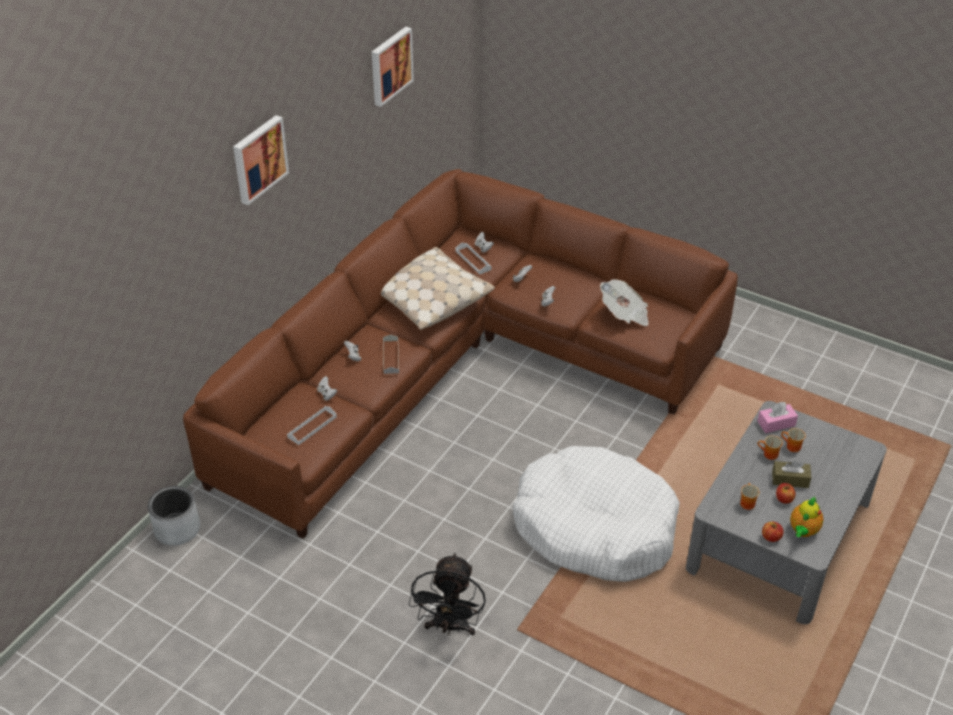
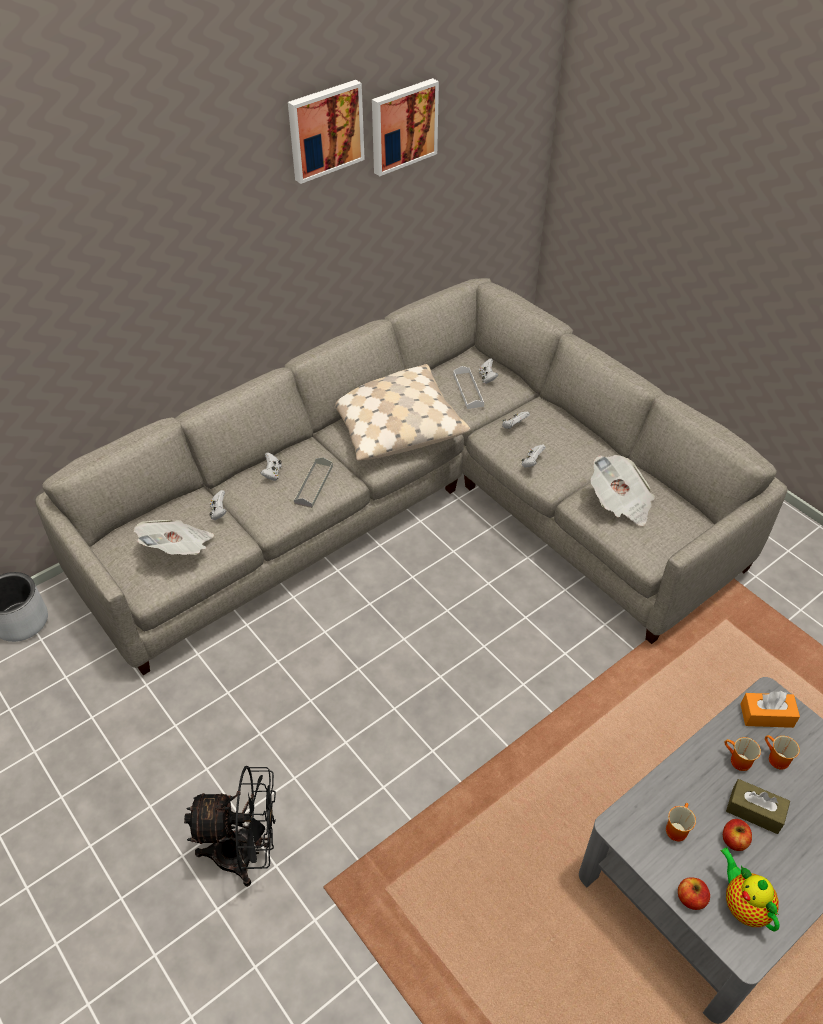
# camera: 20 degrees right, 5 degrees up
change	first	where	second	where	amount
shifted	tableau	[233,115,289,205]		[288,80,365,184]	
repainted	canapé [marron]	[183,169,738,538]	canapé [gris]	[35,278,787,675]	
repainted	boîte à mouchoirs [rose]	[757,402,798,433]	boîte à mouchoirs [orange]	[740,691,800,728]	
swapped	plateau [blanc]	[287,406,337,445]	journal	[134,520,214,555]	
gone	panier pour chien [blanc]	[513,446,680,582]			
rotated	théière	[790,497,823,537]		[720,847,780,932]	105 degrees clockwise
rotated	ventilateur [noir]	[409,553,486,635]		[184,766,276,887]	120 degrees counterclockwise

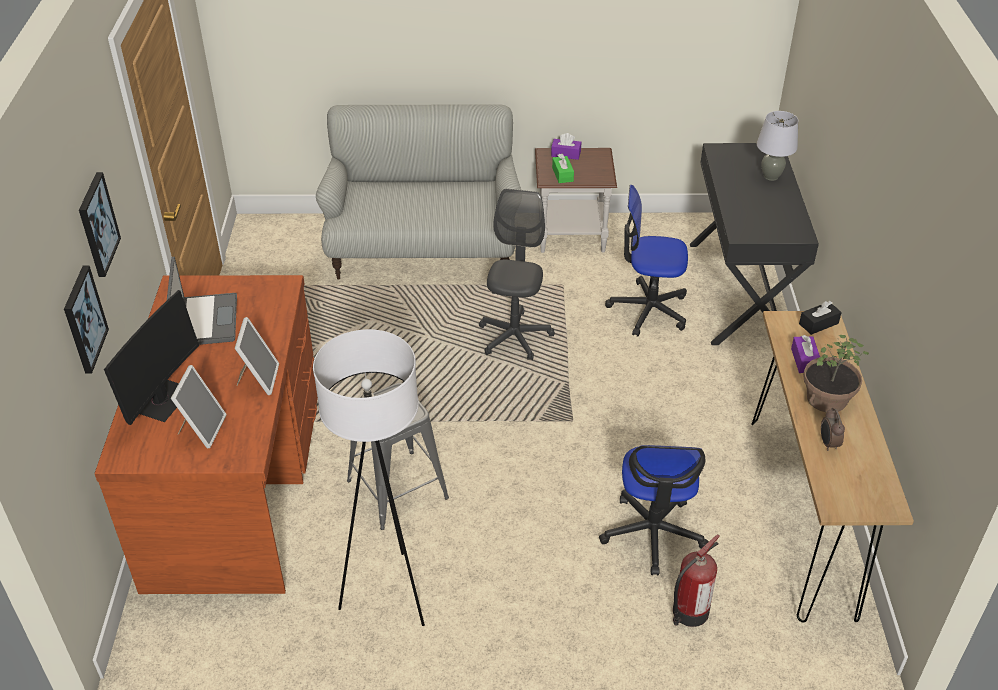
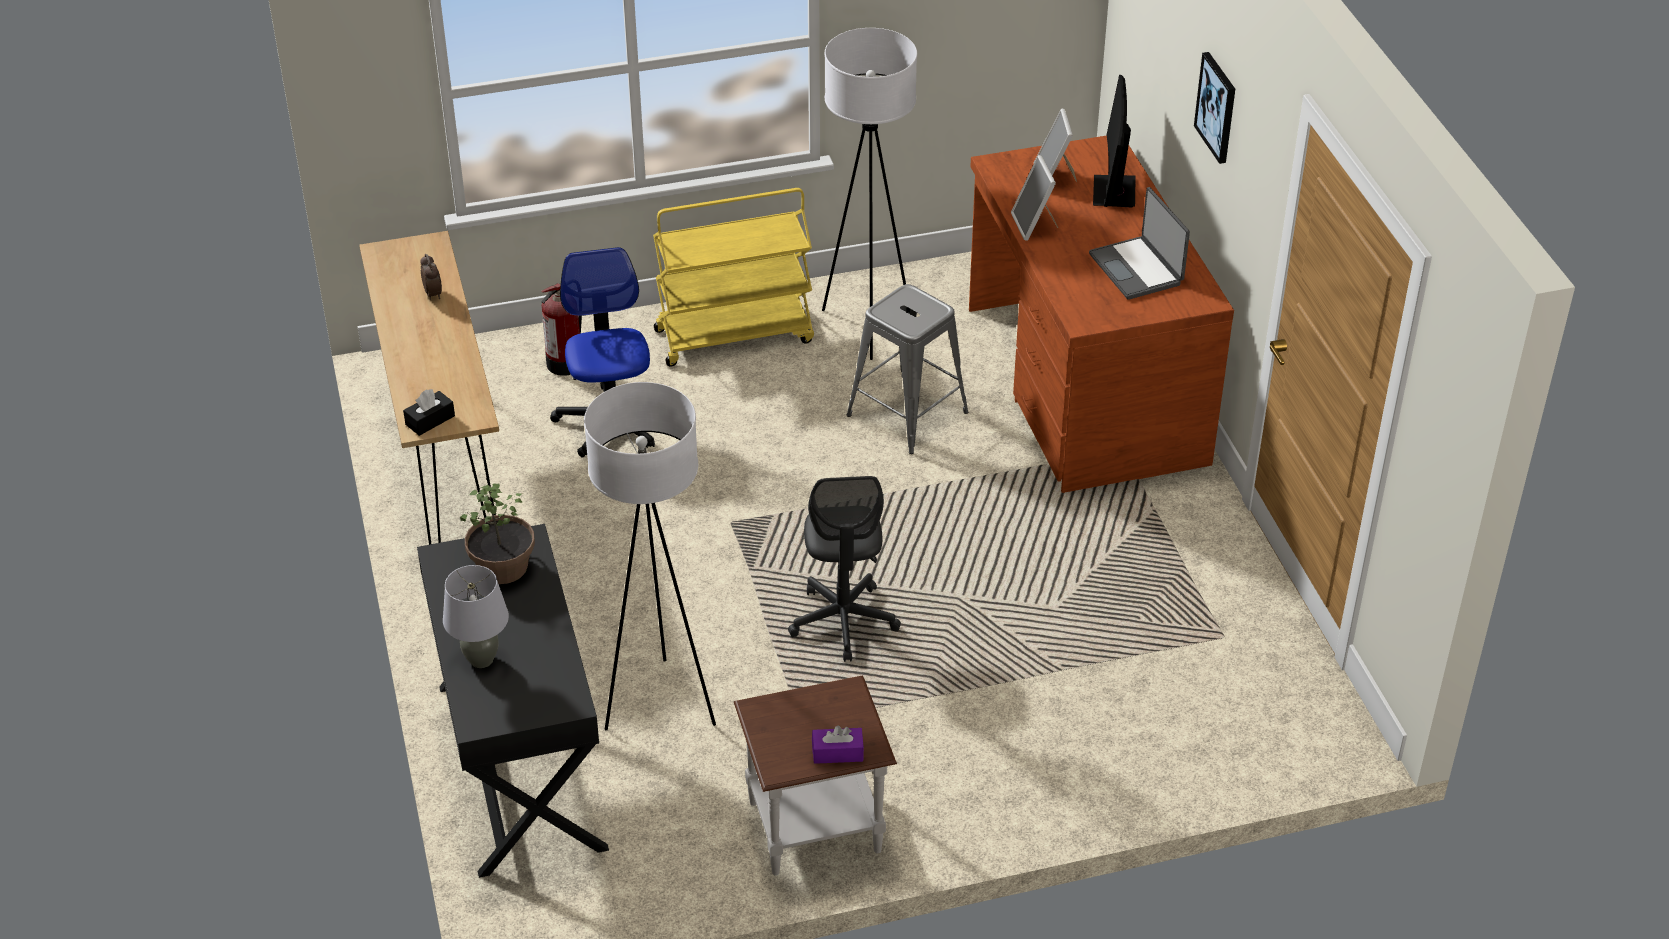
# camera: 165 degrees right, 0 degrees up
change	first	where	second	where	amount
gone	canapé	[316,105,521,280]			
gone	boîte à mouchoirs [vert]	[552,154,574,183]			
swapped	chaise de bureau	[605,185,688,337]	lampadaire [blanc]	[584,382,716,730]	
gone	tableau	[64,266,109,373]			
gone	boîte à mouchoirs [violet]	[791,335,820,373]			
shifted	plante en pot	[803,335,869,412]		[460,483,535,584]	
new			chariot [jaune]	[653,188,814,367]	

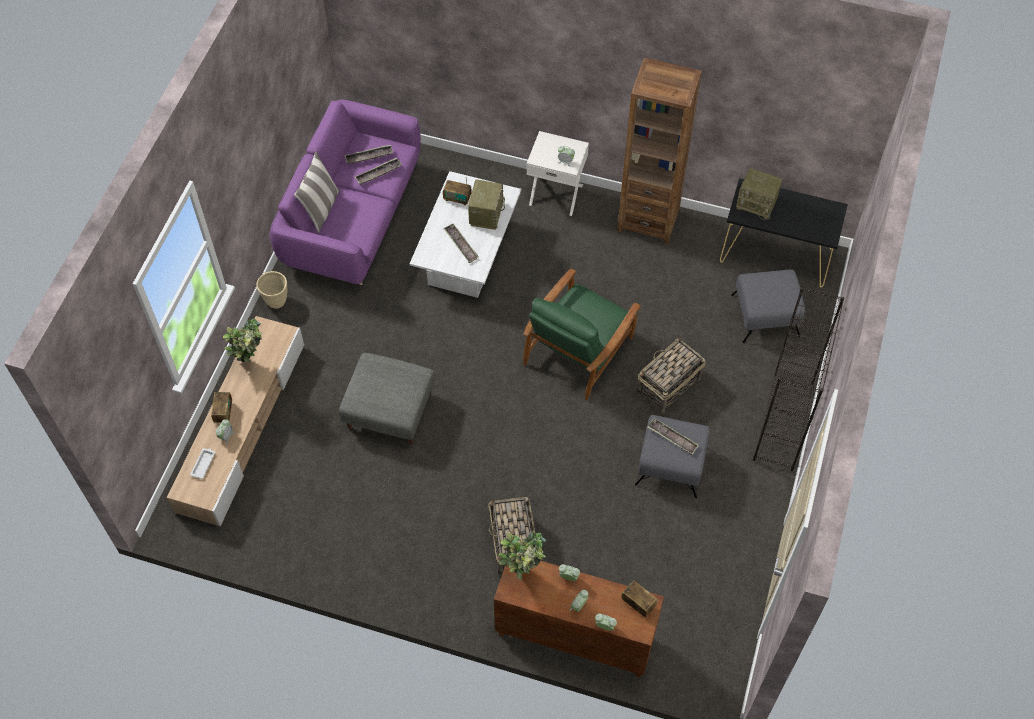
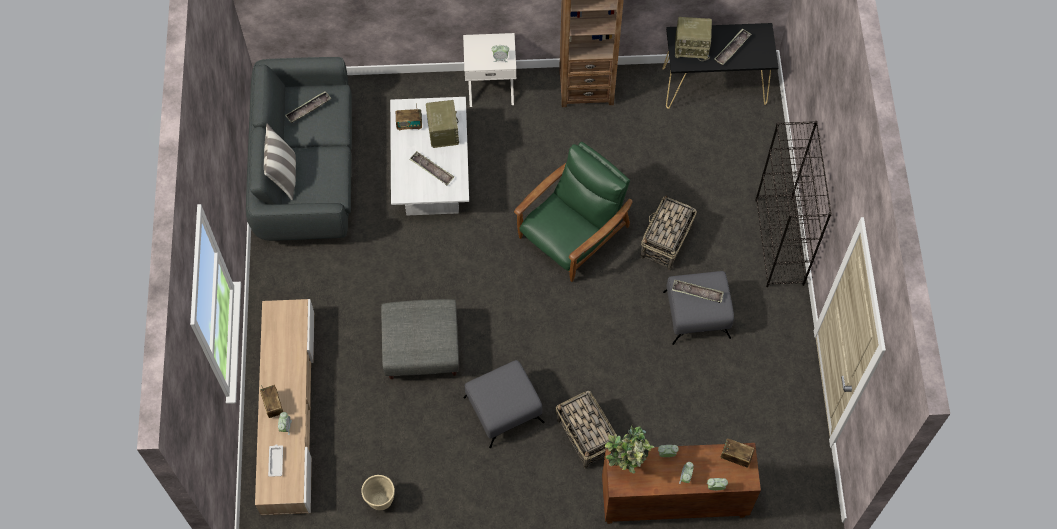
# camera: 20 degrees left, 5 degrees up
change	first	where	second	where	amount
repainted	canapé [violet]	[270,100,421,285]	canapé [gris]	[246,57,352,241]	
shifted	plateau	[355,158,402,185]		[715,29,752,65]	
rotated	fauteuil [vert]	[523,269,641,401]		[514,142,633,282]	150 degrees counterclockwise
shifted	pouf [gris]	[732,269,805,343]		[464,360,544,448]	
shifted	cache-pot [beige]	[257,271,287,309]		[361,475,395,510]	
gone	plante en pot	[223,318,263,362]			

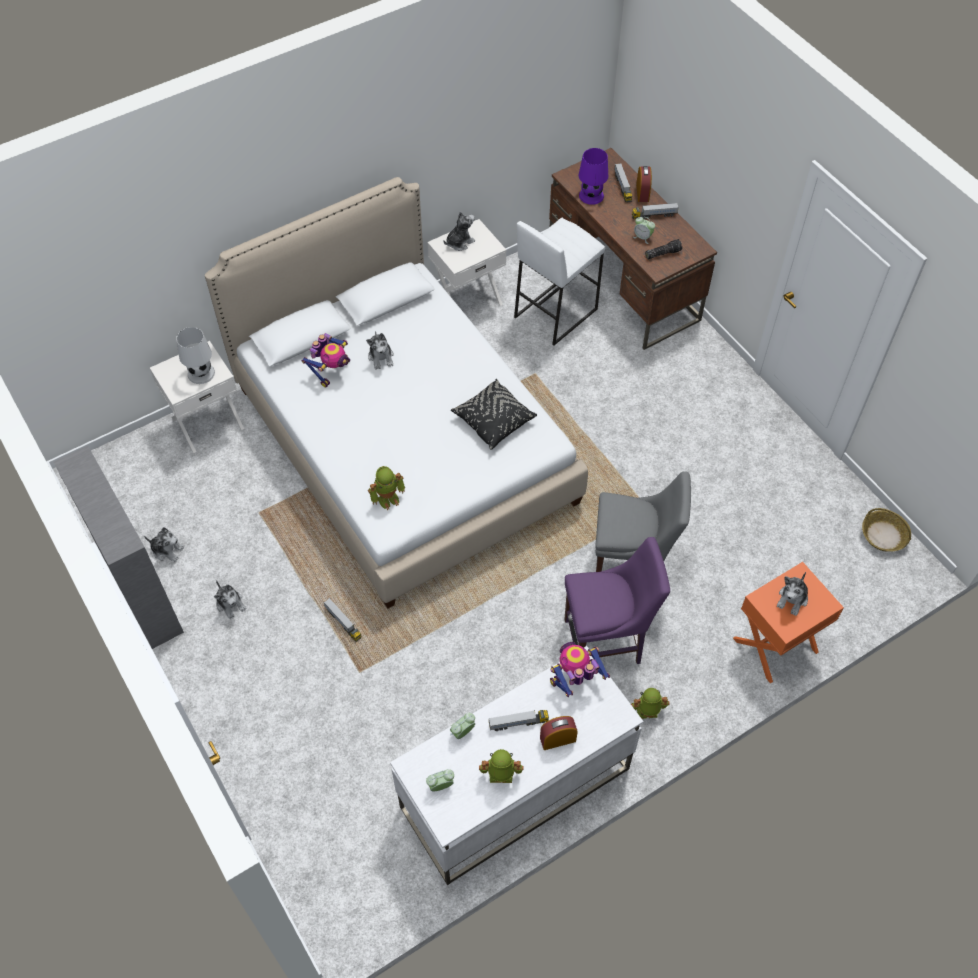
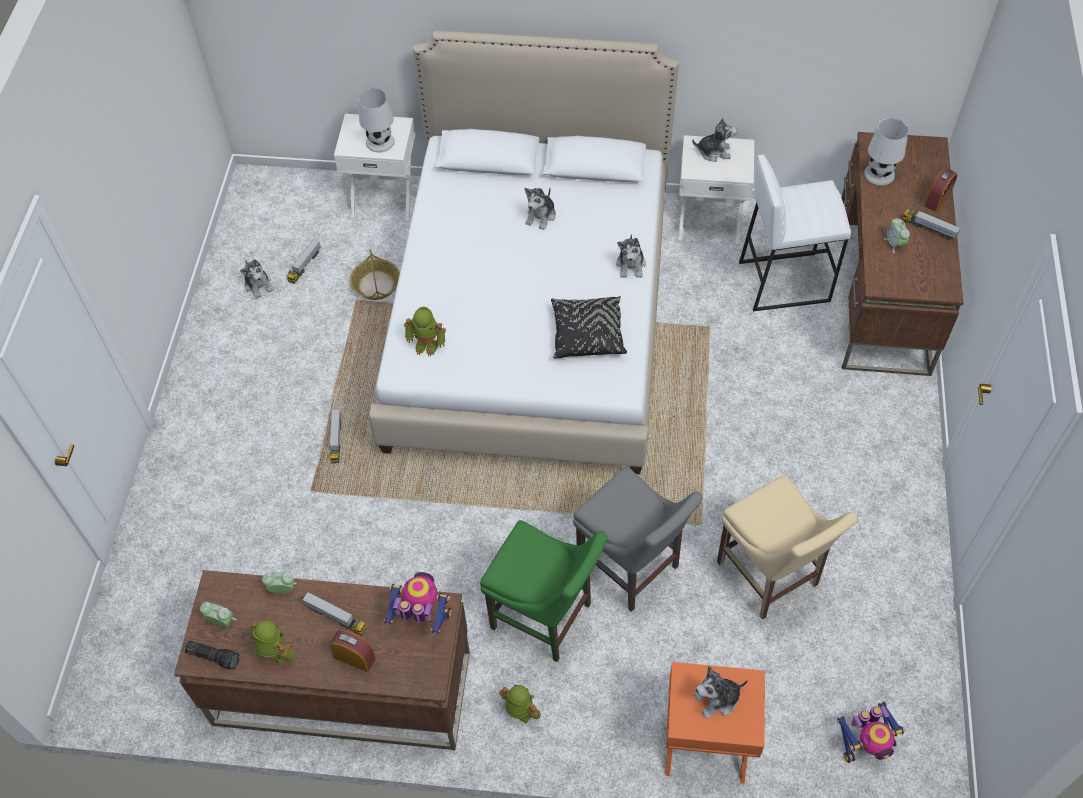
# camera: 40 degrees right, 0 degrees up
change	first	where	second	where	amount
repainted	lampe de table [violet]	[579,148,608,205]	lampe de table [blanc]	[864,118,908,185]	
shifted	camion jouet	[614,164,632,202]		[287,239,320,284]	
shifted	lampe de poche	[645,239,682,259]		[185,641,240,670]	
shifted	robot jouet	[302,333,350,388]		[837,702,905,763]	
gone	bibliothèque [gris]	[54,446,184,649]			
shifted	panier	[862,508,911,552]		[350,249,400,300]	
repainted	chaise [violet]	[565,537,670,664]	chaise [vert]	[480,520,608,662]	
shifted	peluche	[214,580,246,619]		[616,234,646,278]	
repainted	bureau [blanc]	[390,646,643,885]	bureau [marron]	[174,570,470,750]	
new			chaise [beige]	[717,475,857,619]	

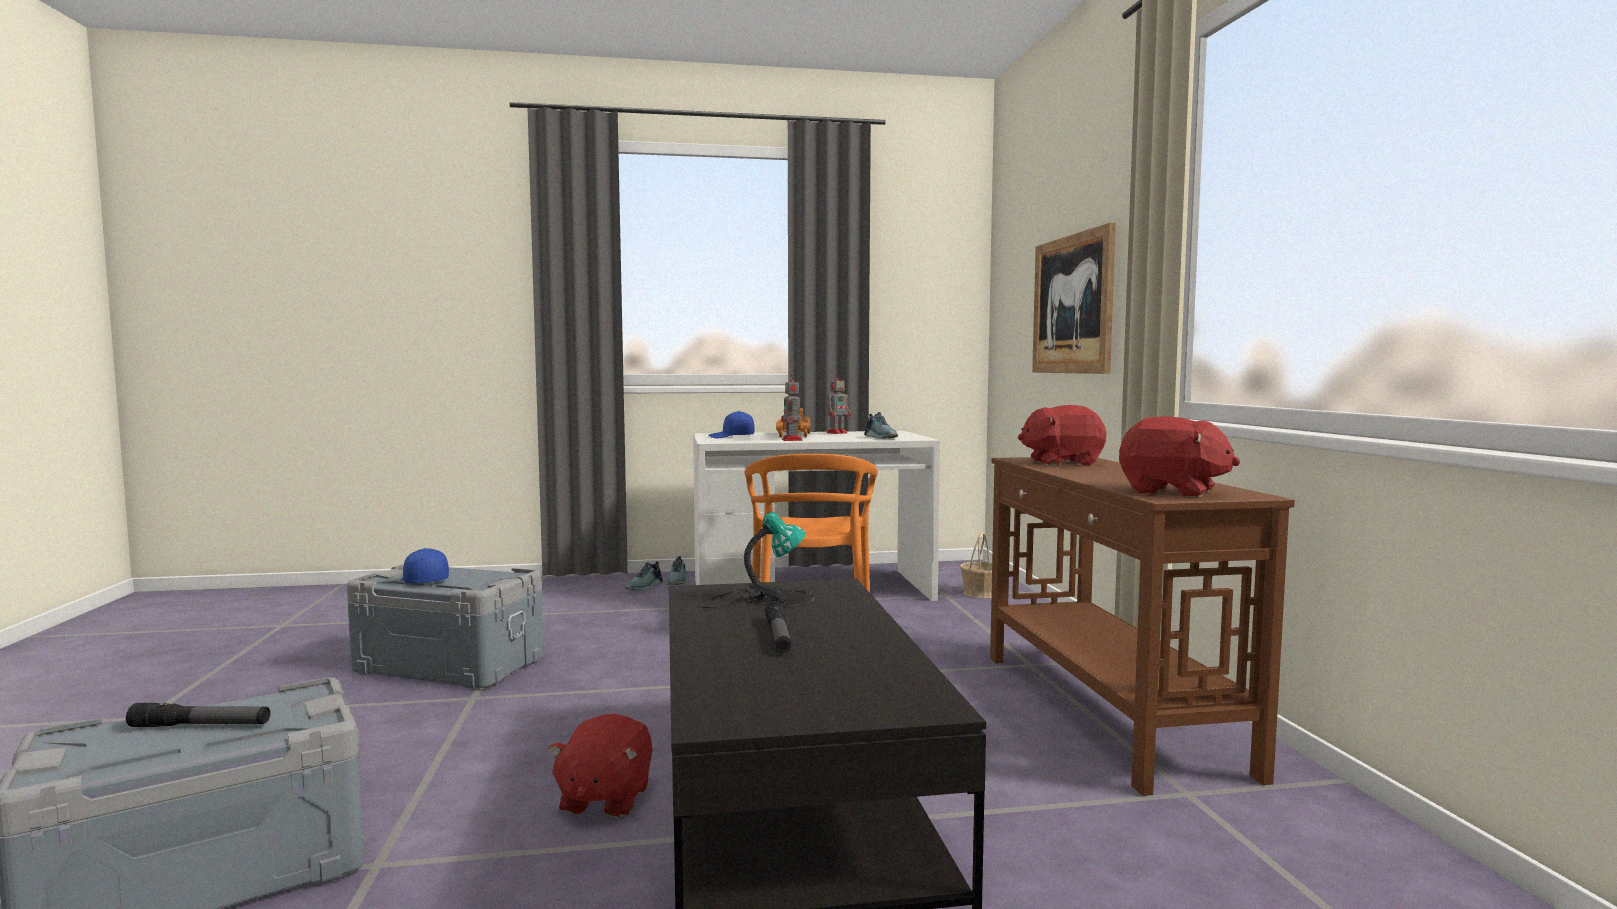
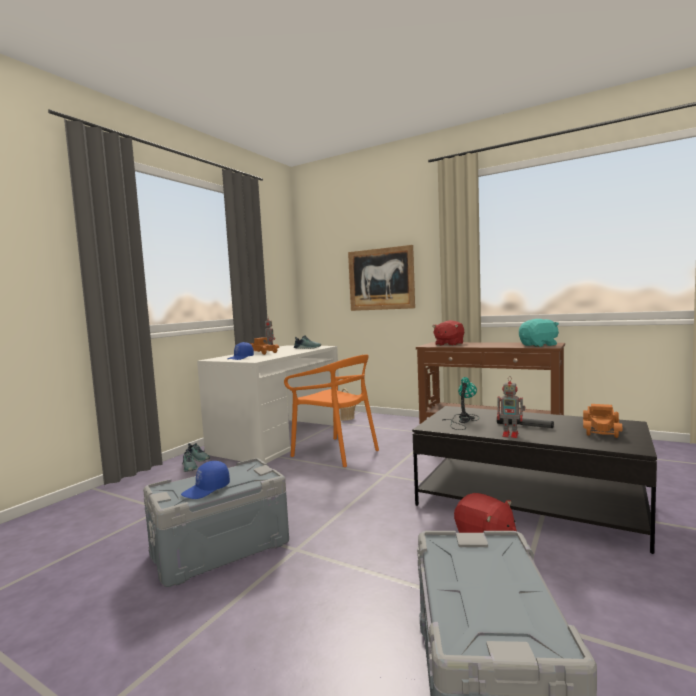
# camera: 50 degrees left, 0 degrees up
change	first	where	second	where	amount
shifted	robot jouet	[781,375,803,441]		[497,376,525,438]	
repainted	peluche [rouge]	[1119,416,1240,498]	peluche [turquoise]	[519,319,559,347]	
rotated	casquette [bleu]	[400,548,449,583]		[181,461,230,499]	45 degrees counterclockwise
gone	lampe de poche	[126,703,270,727]			
new			camion jouet	[583,404,622,438]	

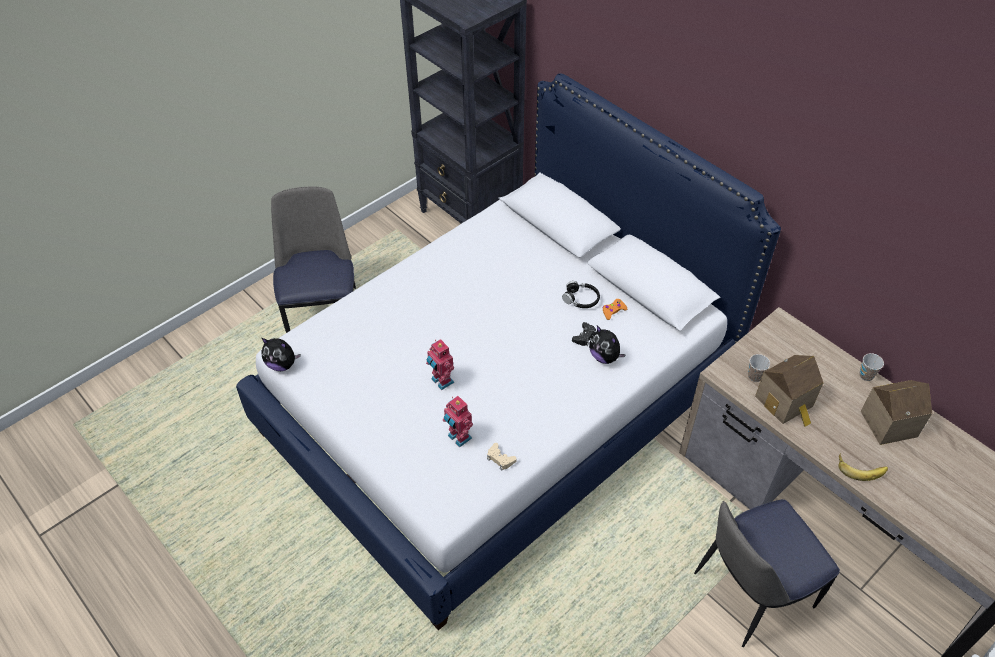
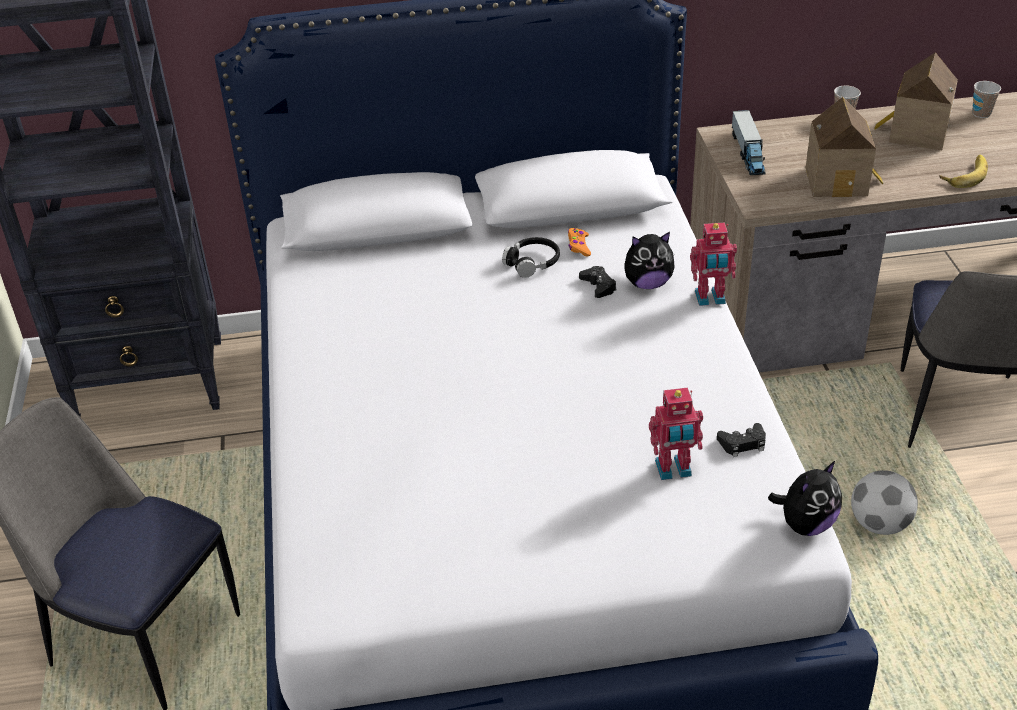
# camera: 55 degrees left, 10 degrees down
change	first	where	second	where	amount
shifted	peluche	[261,338,301,371]		[768,460,842,536]	
shifted	robot jouet	[426,339,454,390]		[690,222,737,306]	
shifted	tasse	[748,354,770,382]		[972,81,1001,118]	
repainted	manette [beige]	[487,443,517,470]	manette [noir]	[717,423,766,457]	
new			camion jouet	[732,110,766,175]	
new			ballon de foot	[851,470,918,535]	

